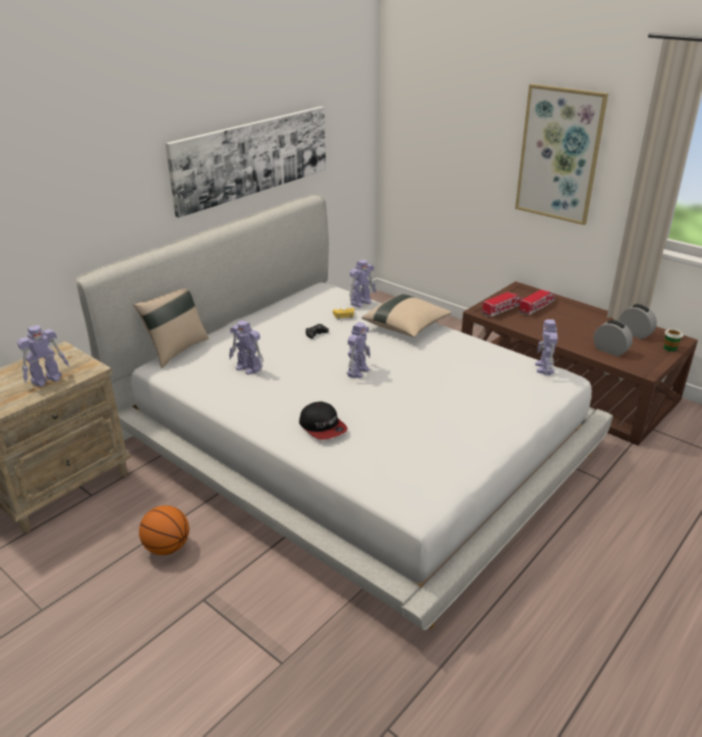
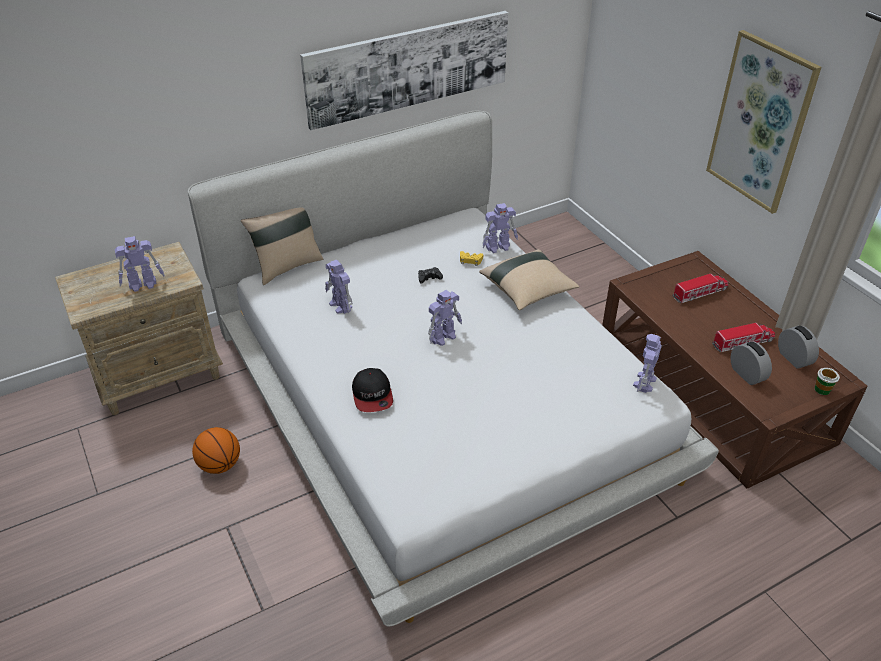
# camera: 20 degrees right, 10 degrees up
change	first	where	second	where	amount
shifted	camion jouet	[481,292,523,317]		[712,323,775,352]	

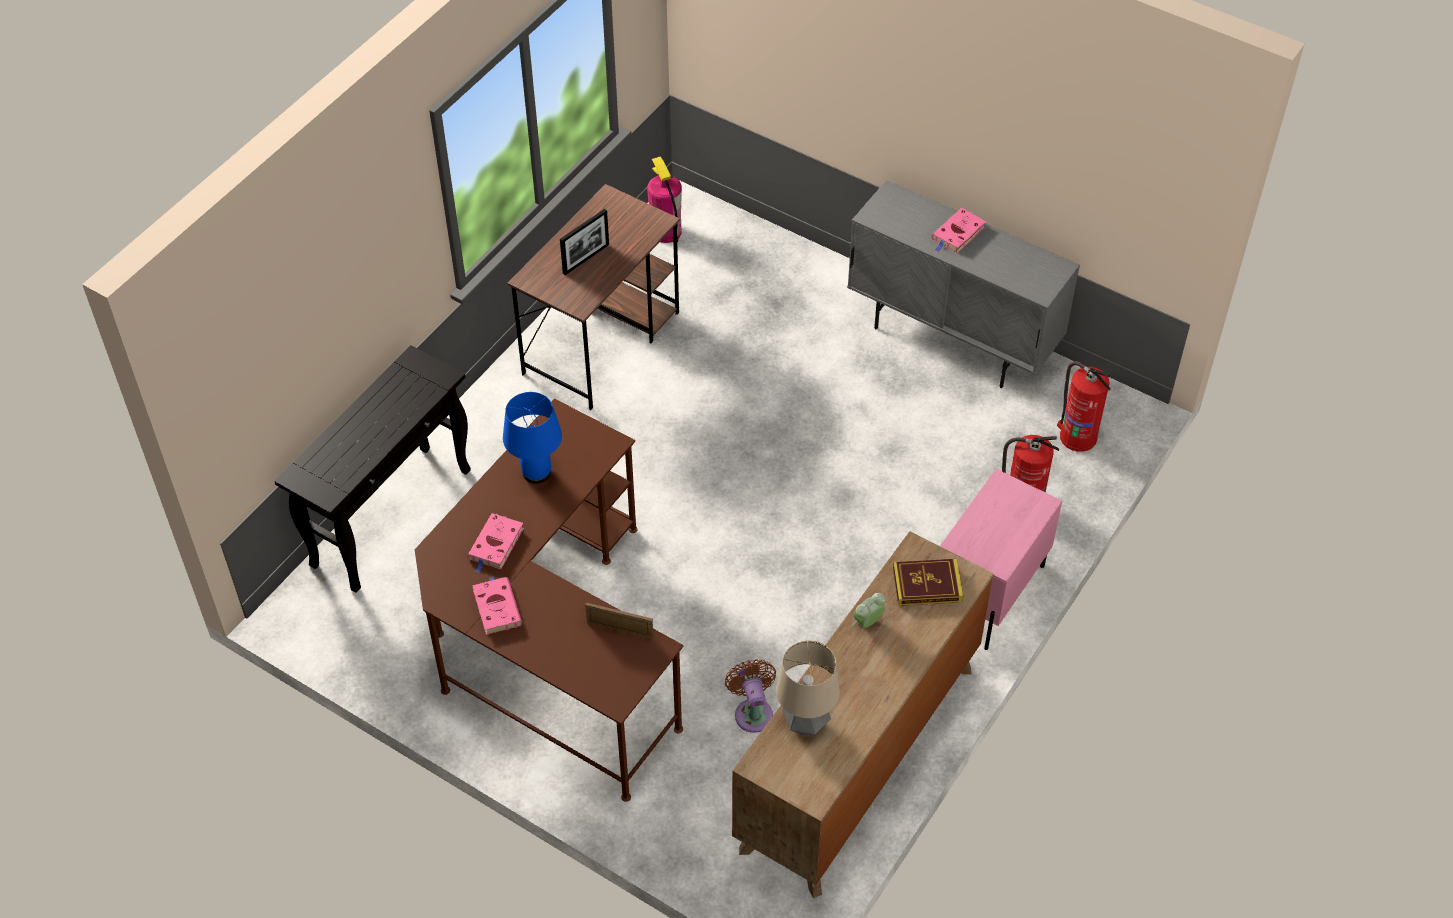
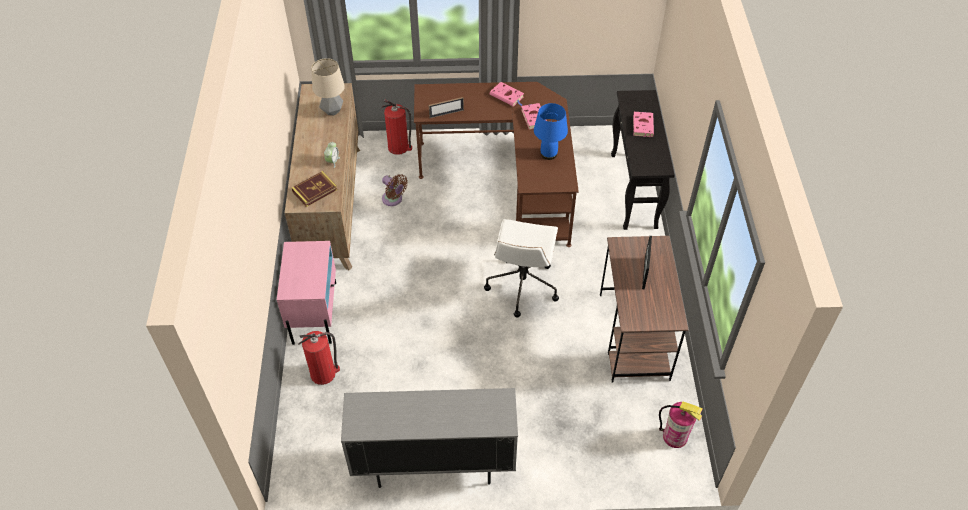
# camera: 145 degrees right, 0 degrees up
change	first	where	second	where	amount
shifted	livre [rose]	[931,208,986,253]		[633,112,654,137]	
shifted	extincteur	[1057,361,1111,452]		[382,99,412,155]	
new			chaise de bureau [blanc]	[484,219,559,318]	

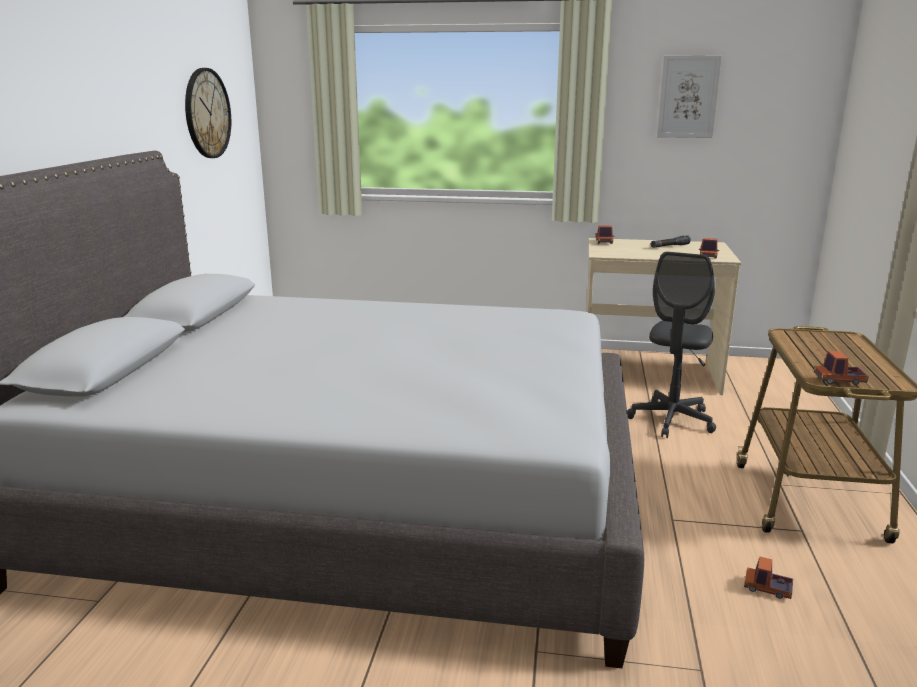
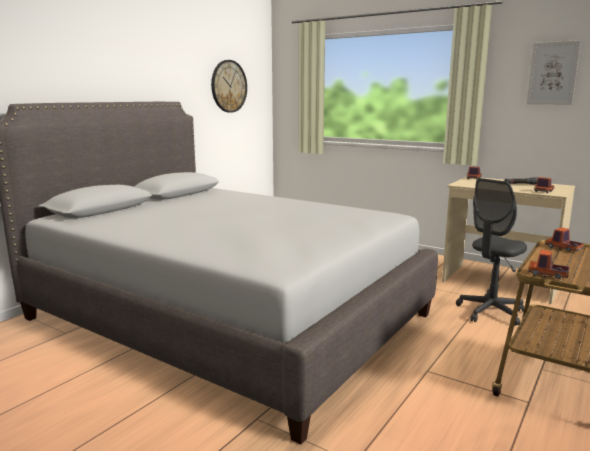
# camera: 25 degrees right, 5 degrees down
change	first	where	second	where	amount
shifted	camion jouet	[744,557,793,599]		[545,227,584,252]	

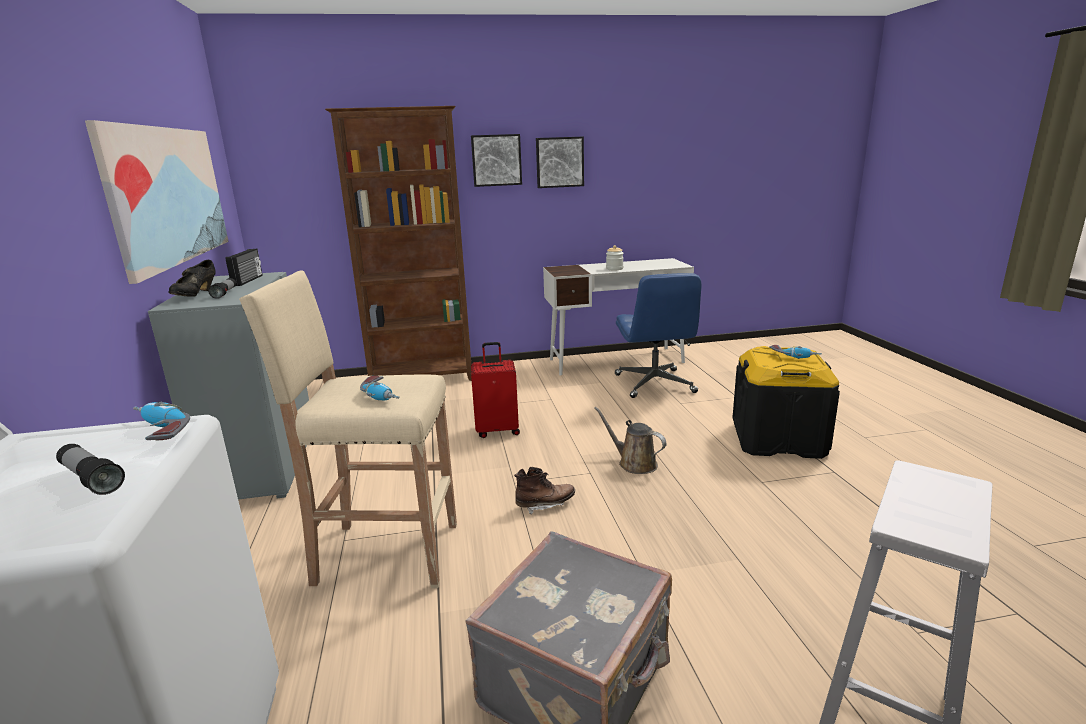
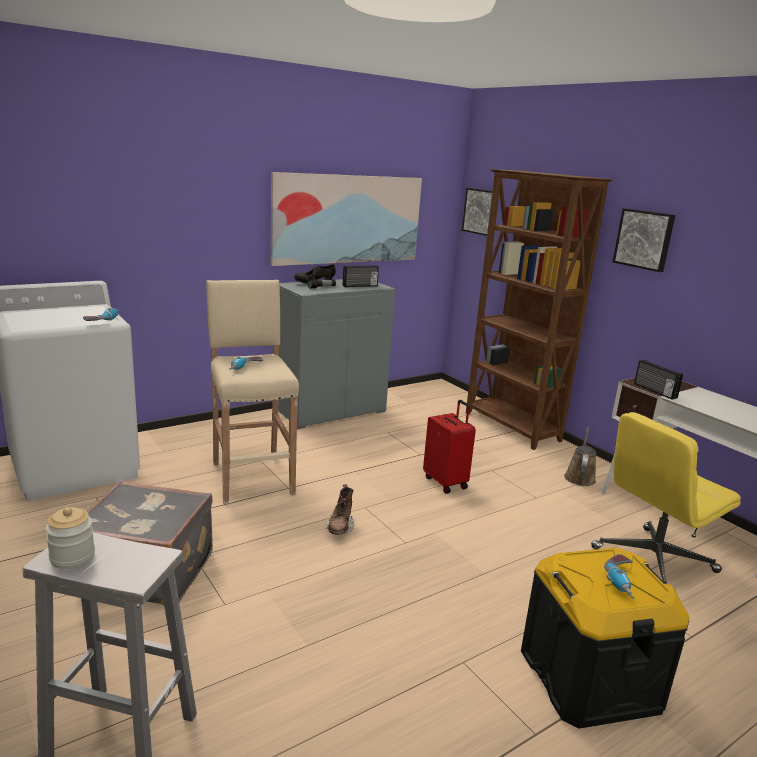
# camera: 65 degrees right, 0 degrees up
change	first	where	second	where	amount
shifted	tableau	[536,137,584,188]		[462,188,492,236]	
shifted	bocal	[606,245,624,270]		[45,507,95,569]	
repainted	chaise de bureau [bleu]	[615,273,702,398]	chaise de bureau [jaune]	[591,412,741,583]	
shifted	arrosoir [marron]	[594,406,666,474]		[564,427,596,486]	
gone	lampe de poche	[56,444,125,495]			
rotated	botte [marron]	[514,467,575,514]		[326,484,354,535]	45 degrees clockwise
new			radio	[634,360,683,400]	

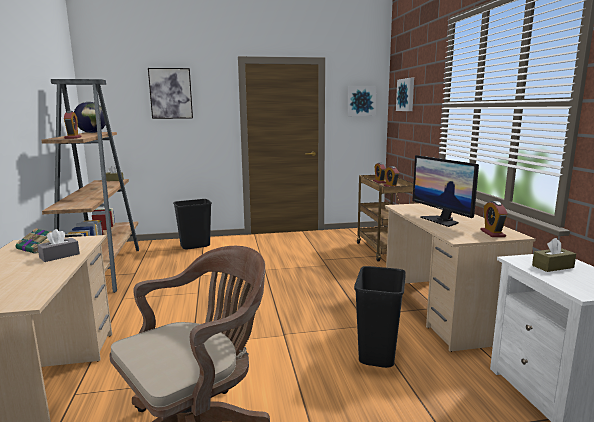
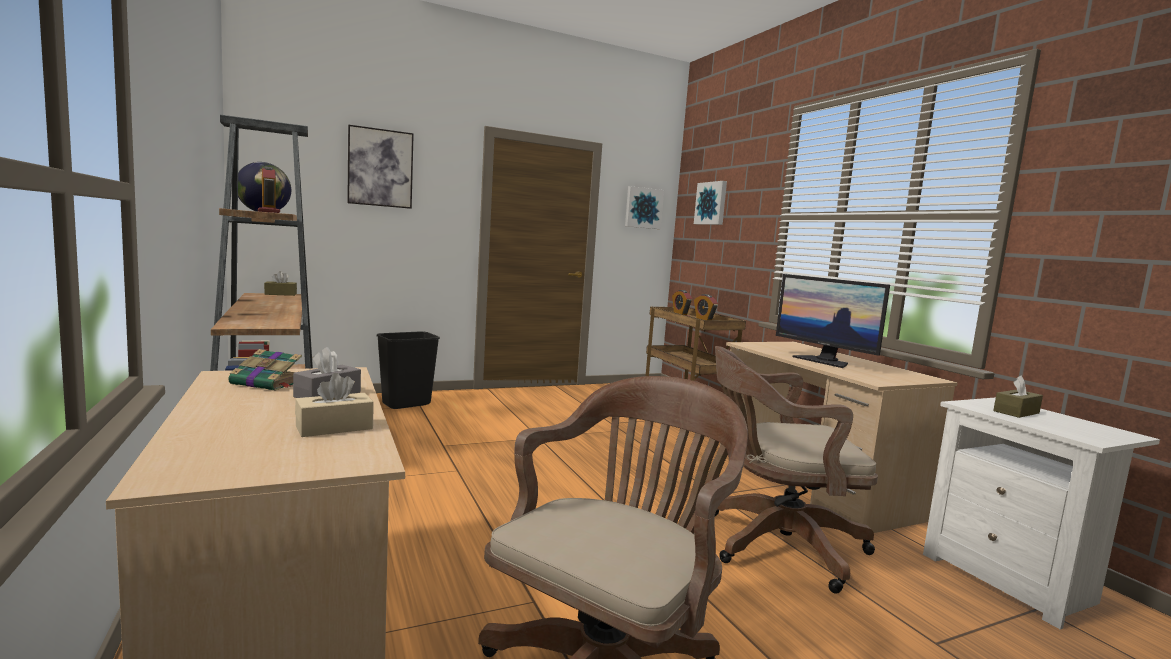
# camera: 15 degrees left, 5 degrees down
change	first	where	second	where	amount
gone	réveil	[480,201,507,237]			
swapped	poubelle [noir]	[354,266,406,368]	chaise de bureau [marron]	[715,346,878,594]	
new			boîte à mouchoirs [beige]	[295,373,374,437]	

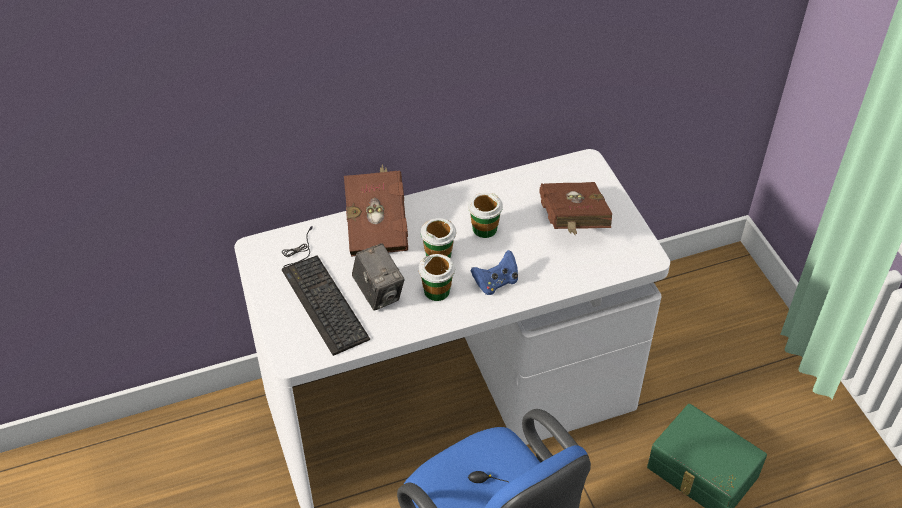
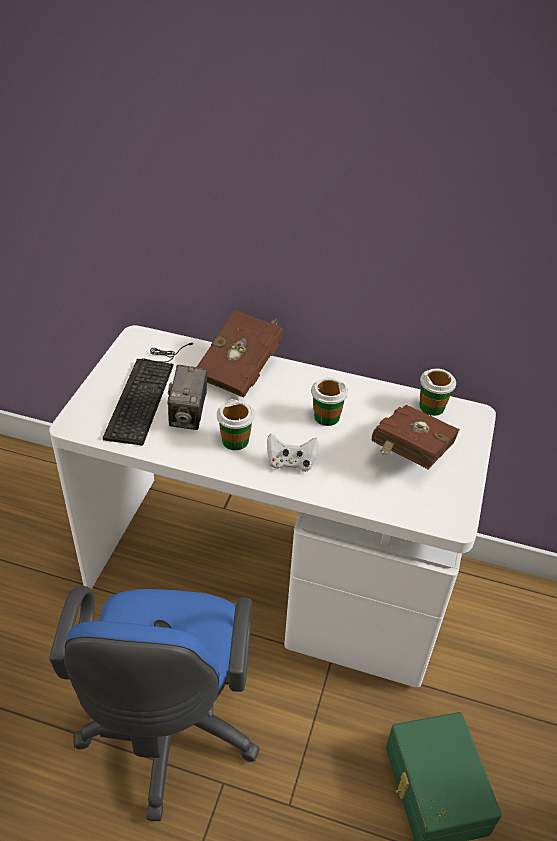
# camera: 35 degrees right, 5 degrees down
change	first	where	second	where	amount
shifted	tasse	[421,218,456,258]		[419,368,456,416]	
repainted	manette [bleu]	[471,250,518,295]	manette [blanc]	[267,433,319,472]	

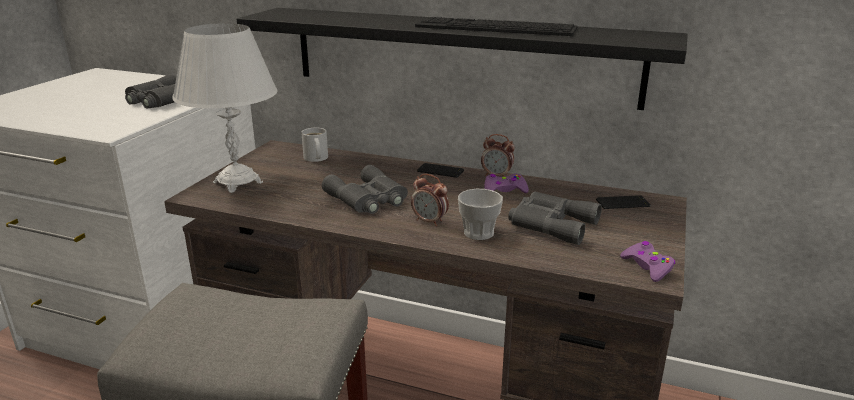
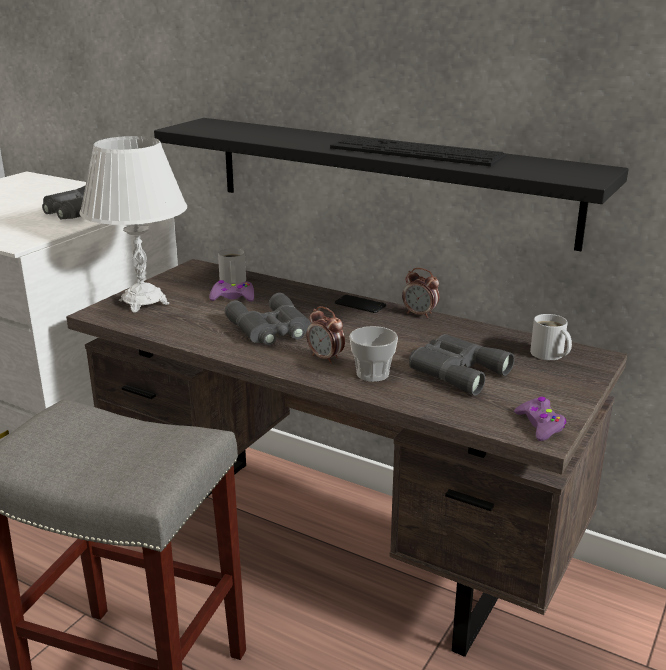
# camera: 10 degrees right, 0 degrees up
change	first	where	second	where	amount
shifted	manette [violet]	[484,174,529,193]		[209,280,254,302]	
swapped	téléphone	[596,195,651,209]	mug [blanc]	[530,314,572,360]	

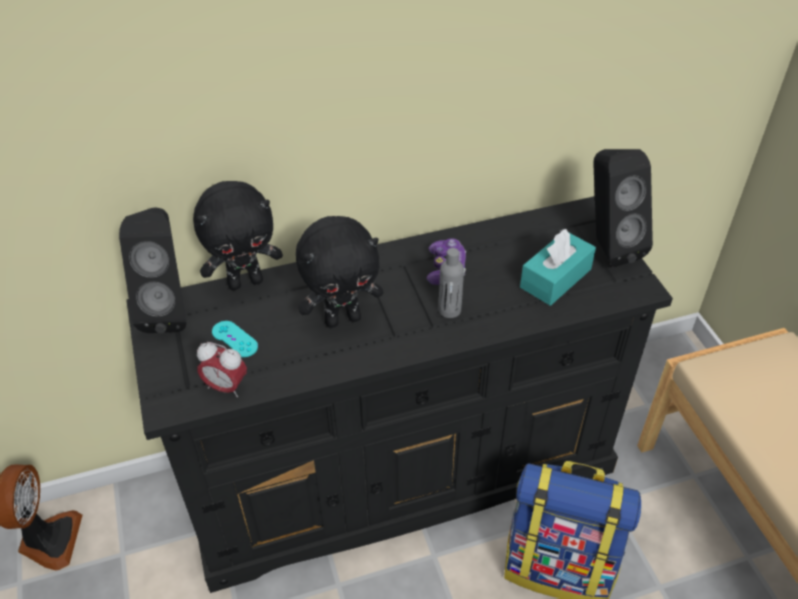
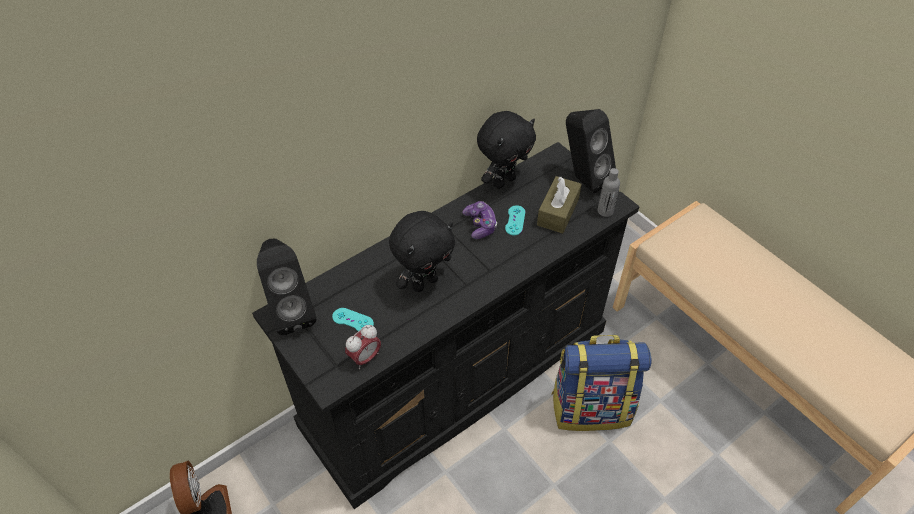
# camera: 20 degrees left, 5 degrees up
change	first	where	second	where	amount
shifted	peluche [noir]	[193,181,283,290]		[477,111,536,189]	
repainted	boîte à mouchoirs [turquoise]	[520,229,596,306]	boîte à mouchoirs [marron]	[537,176,582,234]	
shifted	bouteille [gris]	[439,248,464,318]		[598,168,620,217]	
rotated	réveil	[197,342,247,397]		[345,325,381,369]	45 degrees counterclockwise
new			manette [turquoise]	[505,205,525,235]	

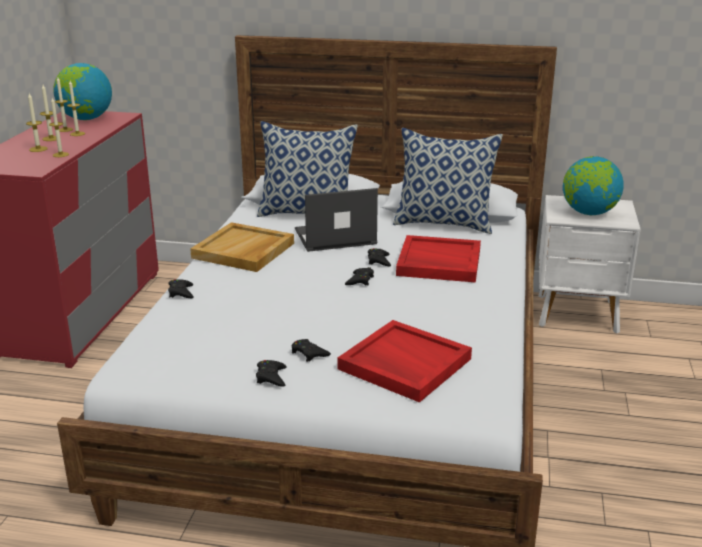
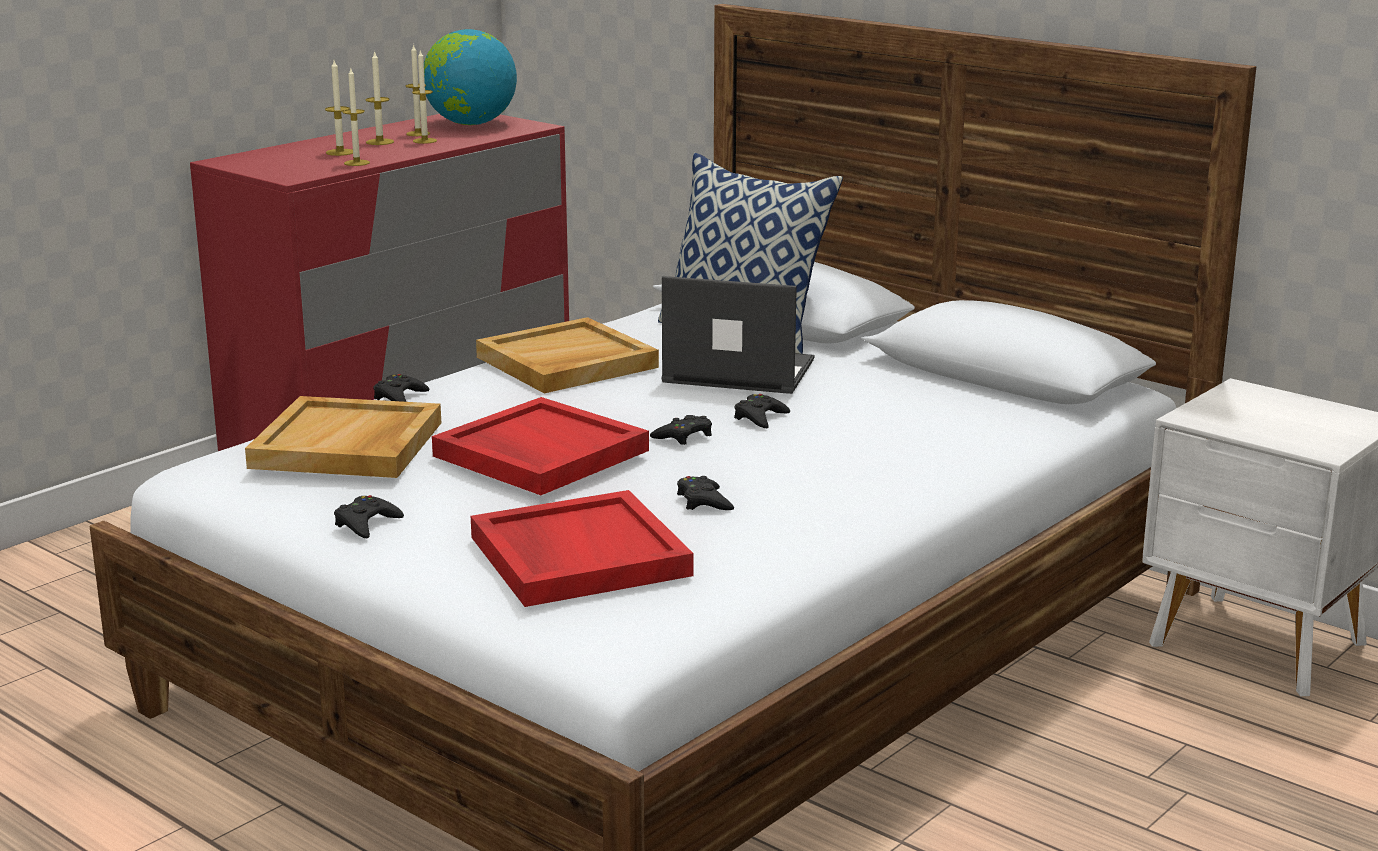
# camera: 30 degrees right, 5 degrees down
change	first	where	second	where	amount
gone	coussin	[393,128,503,234]			
gone	globe	[563,156,624,215]			
shifted	plateau [rouge]	[396,235,481,283]		[432,397,649,495]	
shifted	manette [noir]	[292,339,331,362]		[677,476,734,510]	
new			plateau [beige]	[245,396,441,478]	

